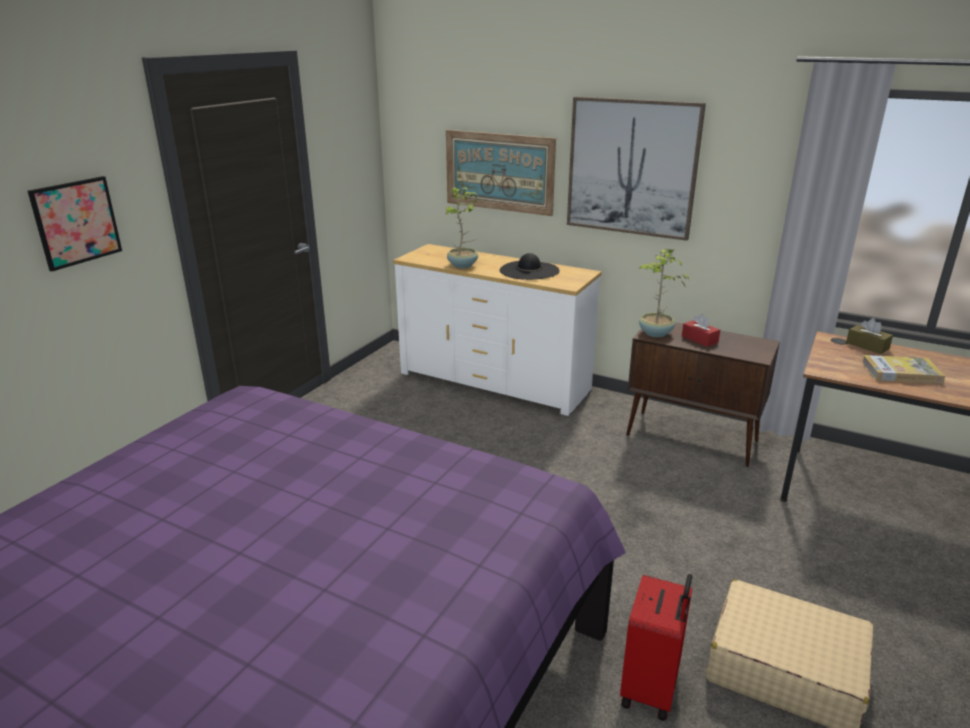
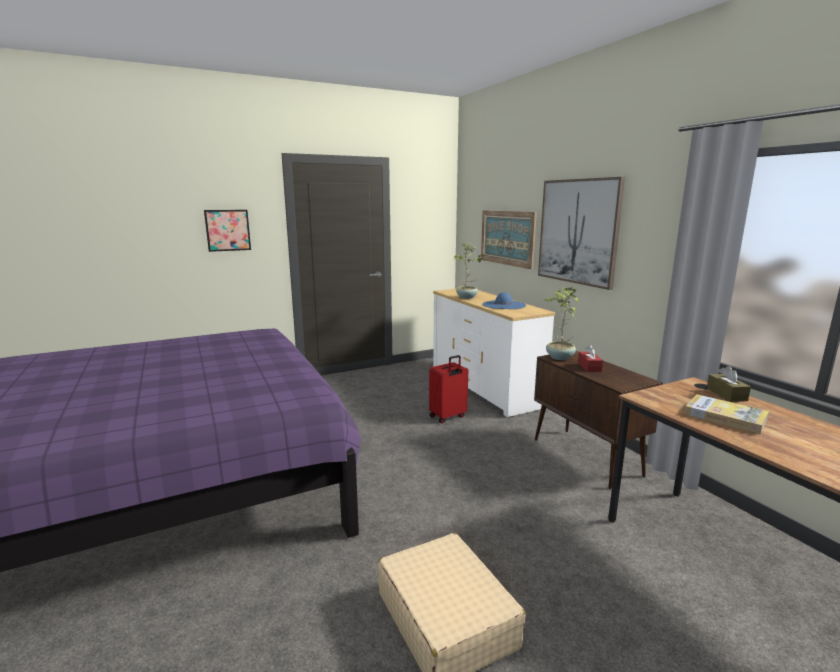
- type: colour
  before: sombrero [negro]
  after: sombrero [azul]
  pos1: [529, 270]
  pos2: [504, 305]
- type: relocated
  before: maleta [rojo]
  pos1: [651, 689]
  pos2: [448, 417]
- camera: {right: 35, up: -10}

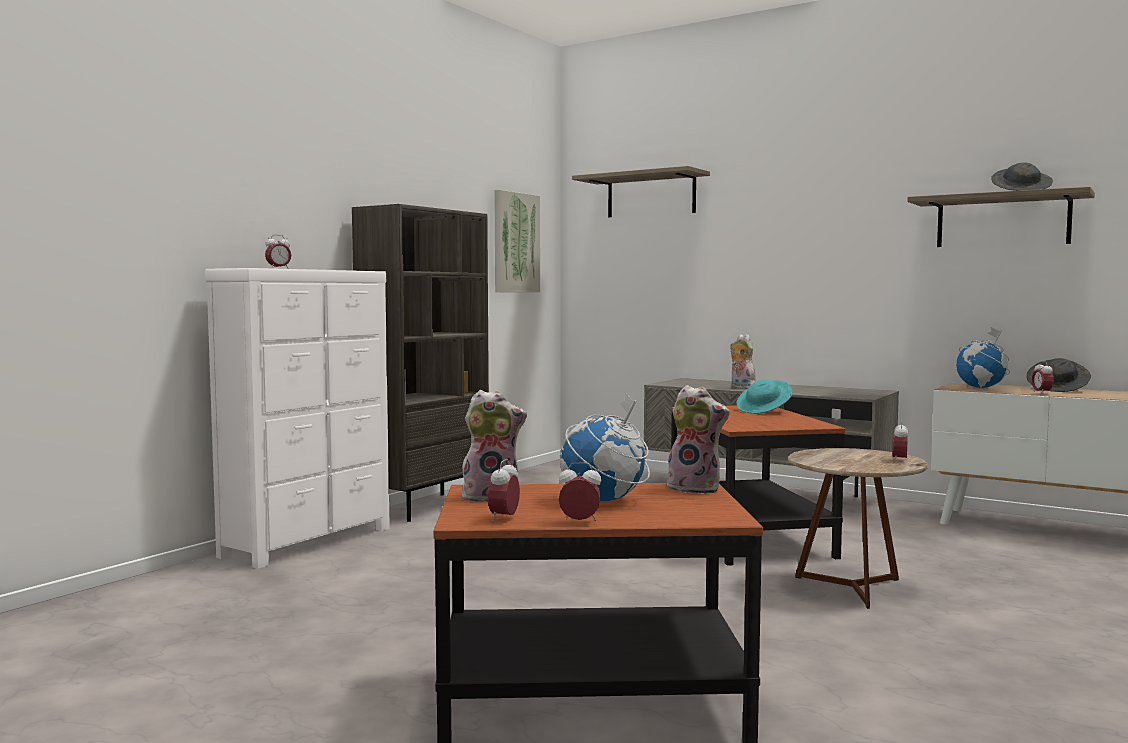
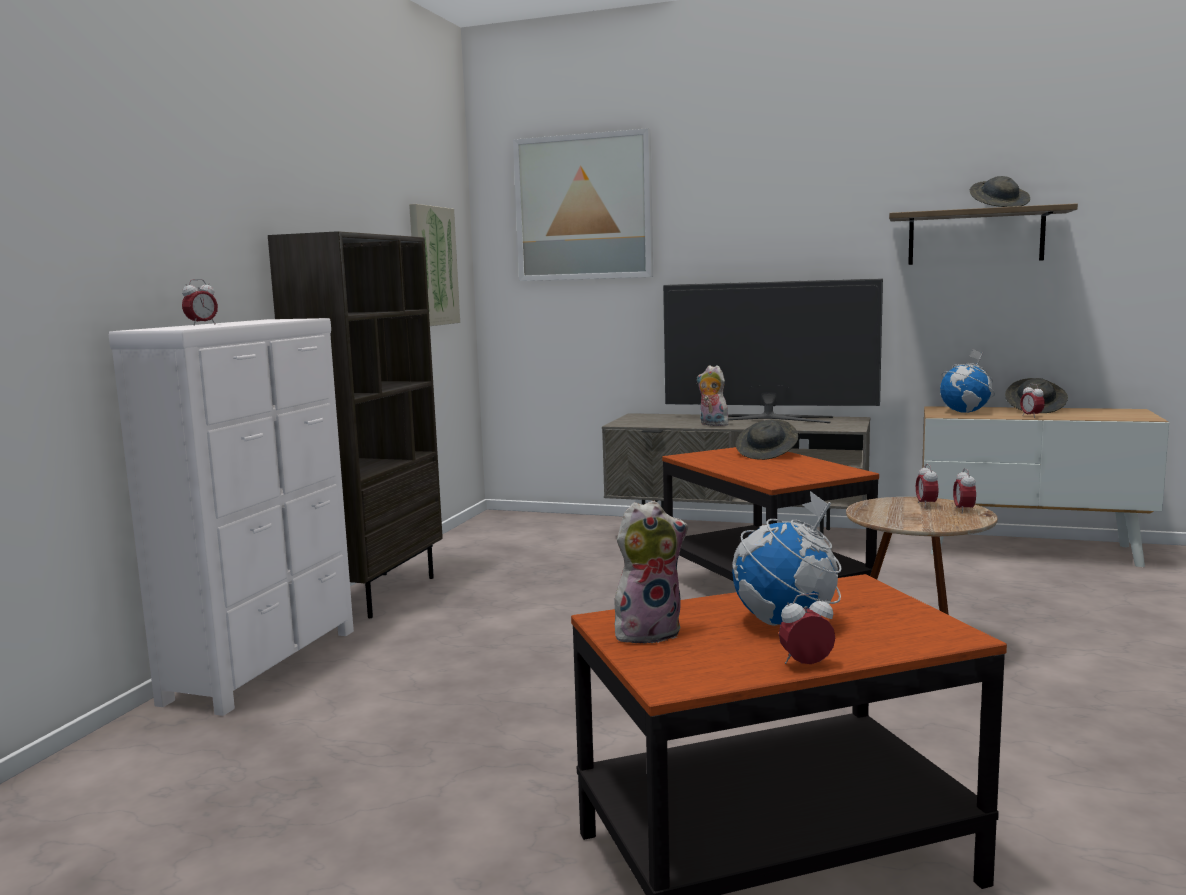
- type: relocated
  before: despertador
  pos1: [504, 518]
  pos2: [926, 505]
- type: exchanged
  before: estante
  after: cuadro
  pos1: [651, 195]
  pos2: [583, 207]
- type: missing
  before: peluche
  pos1: [696, 488]
- type: colour
  before: sombrero [turquesa]
  after: sombrero [gris]
  pos1: [764, 411]
  pos2: [767, 454]
- type: appeared
  after: televisor
  pos2: [769, 419]
- camera: {right: -15, up: 5}

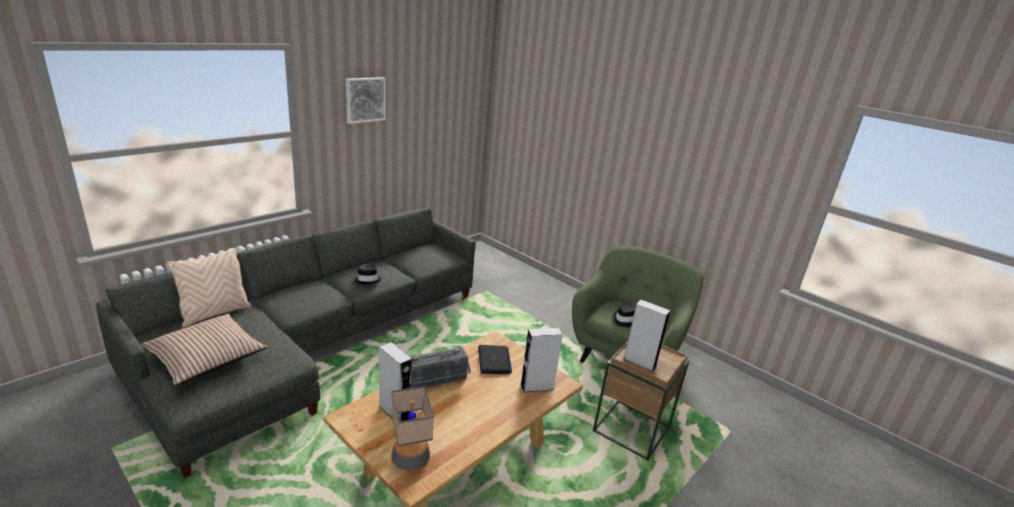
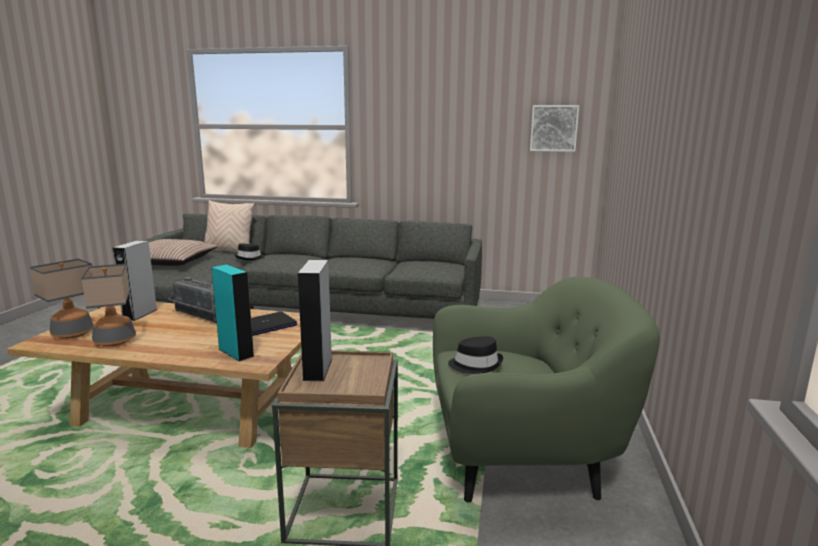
- type: relocated
  before: cuadro
  pos1: [364, 99]
  pos2: [553, 128]
- type: relocated
  before: sombrero [negro]
  pos1: [367, 279]
  pos2: [250, 258]
- type: colour
  before: altavoz [gris]
  after: altavoz [turquesa]
  pos1: [537, 387]
  pos2: [236, 352]
- type: appeared
  after: lámpara de mesa
  pos2: [115, 341]
- camera: {right: 60, up: -10}

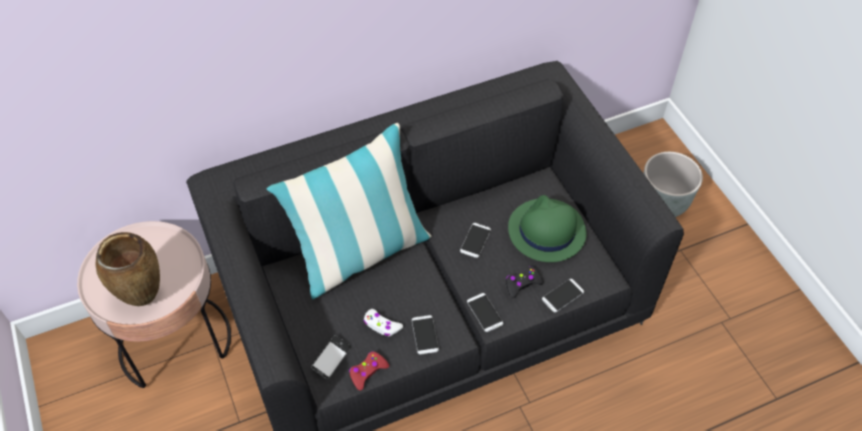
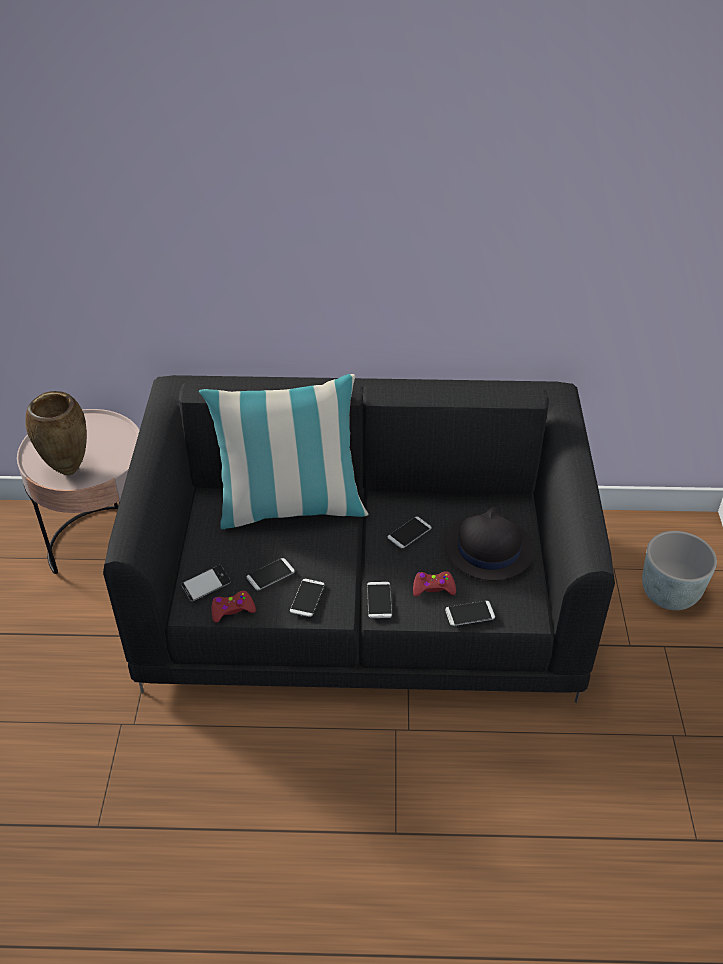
- type: exchanged
  before: mando de consola [blanco]
  after: móvil
  pos1: [382, 326]
  pos2: [270, 574]
- type: colour
  before: mando de consola [negro]
  after: mando de consola [rojo]
  pos1: [522, 284]
  pos2: [433, 588]
- type: colour
  before: sombrero [verde]
  after: sombrero [negro]
  pos1: [546, 231]
  pos2: [487, 548]
- camera: {right: 25, up: -10}

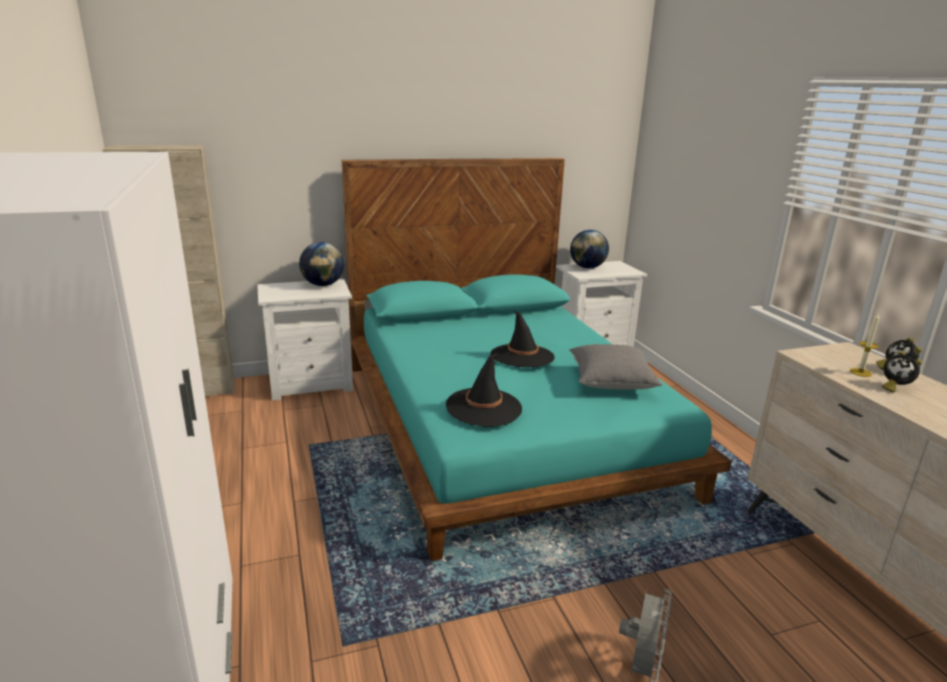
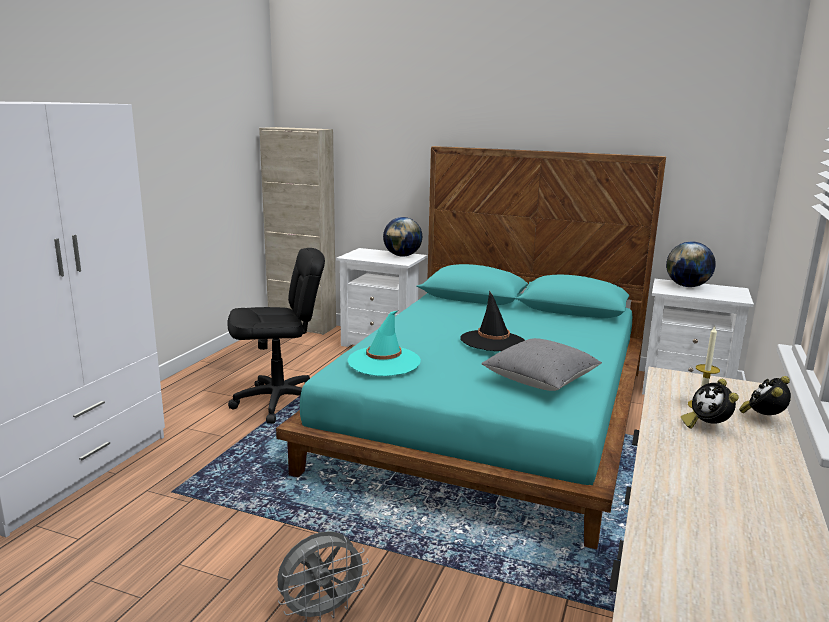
- type: colour
  before: sombrero [negro]
  after: sombrero [turquesa]
  pos1: [484, 407]
  pos2: [384, 361]
- type: appeared
  after: silla de oficina [negro]
  pos2: [279, 402]
- camera: {right: 40, up: -5}

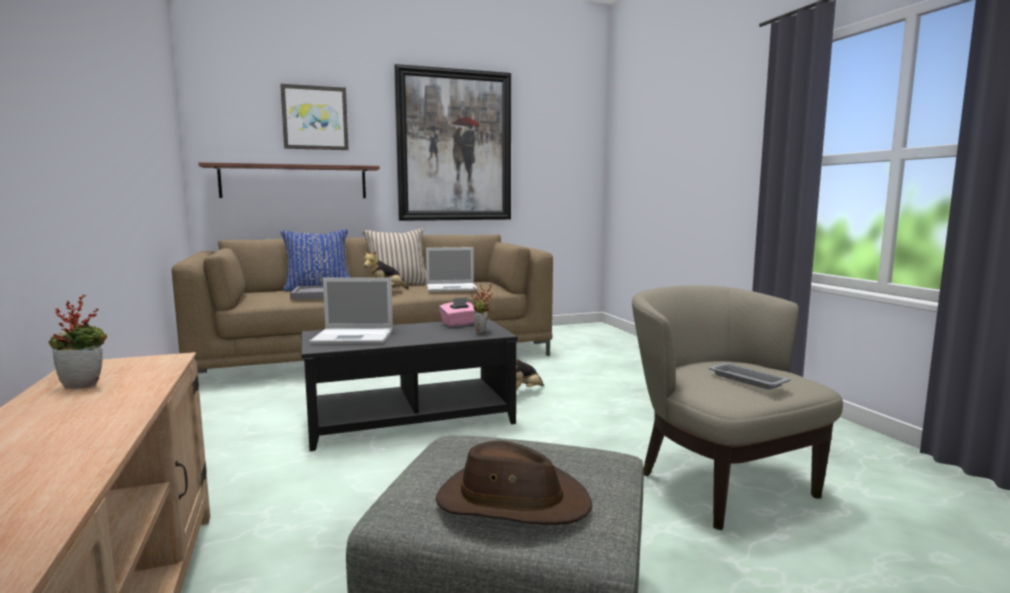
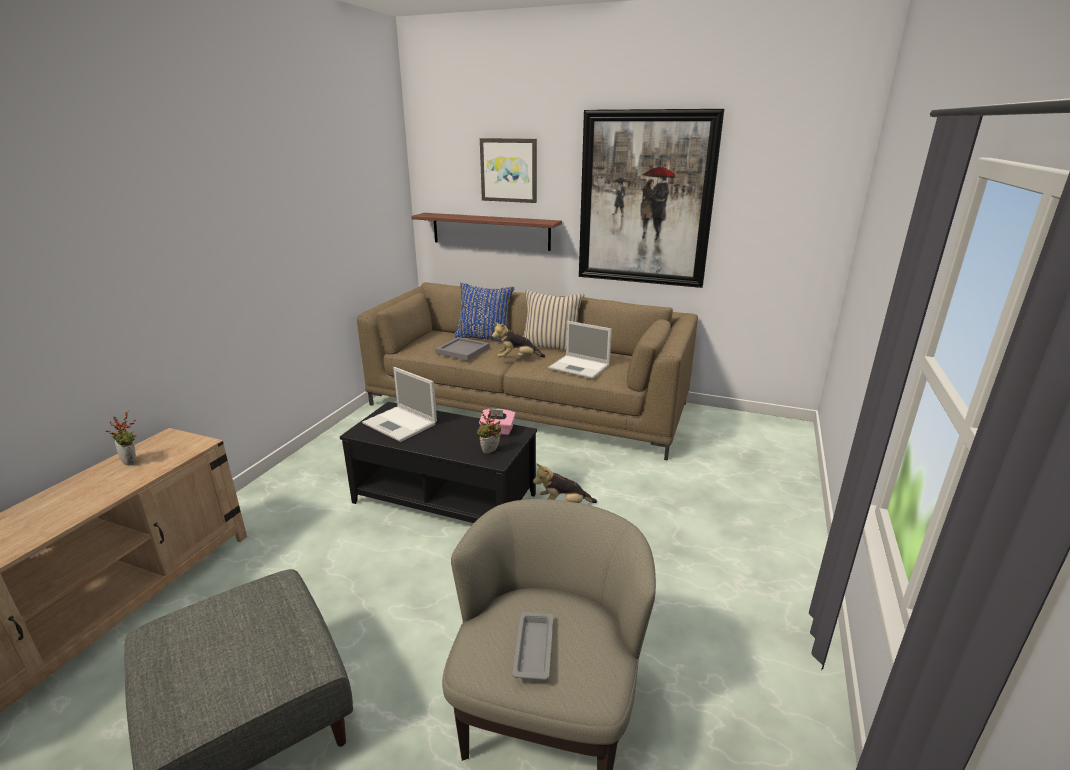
- type: missing
  before: sombrero [marrón]
  pos1: [511, 501]
- camera: {right: 40, up: 15}

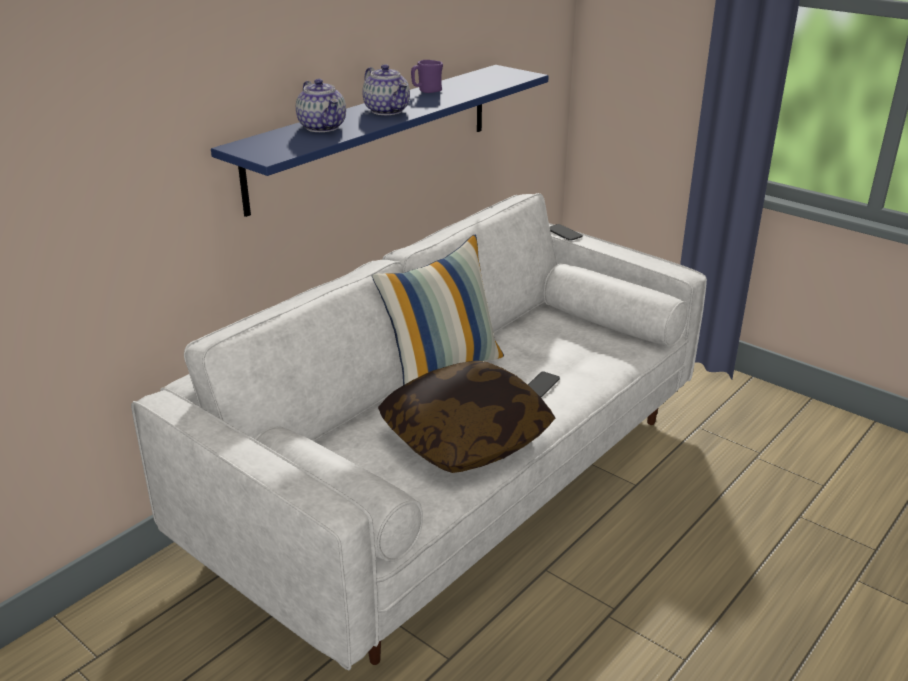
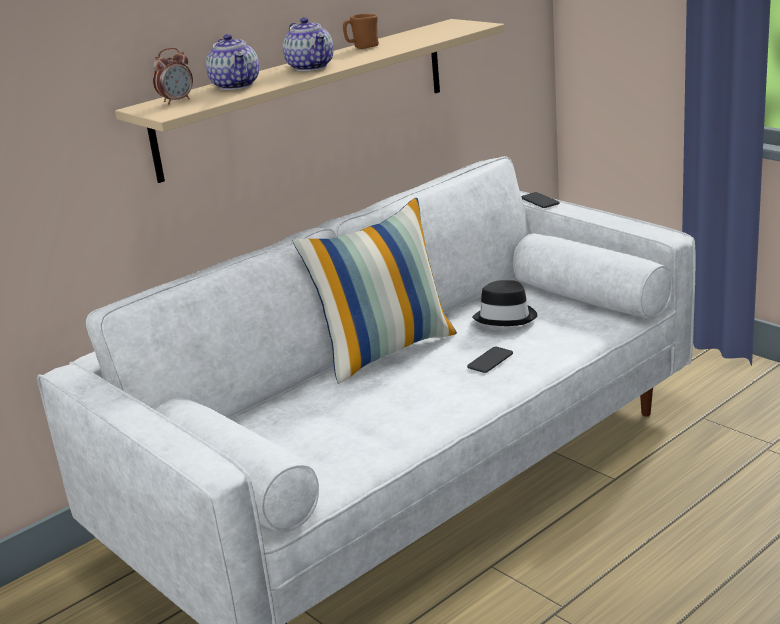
- type: colour
  before: estante [azul]
  after: estante [beis]
  pos1: [374, 134]
  pos2: [306, 96]
- type: missing
  before: cojín
  pos1: [466, 437]
- type: colour
  before: taza grande [morado]
  after: taza grande [marrón]
  pos1: [427, 91]
  pos2: [362, 47]
- type: appeared
  after: despertador
  pos2: [177, 101]
- type: appeared
  after: sombrero [negro]
  pos2: [506, 317]
- camera: {right: 10, up: -5}

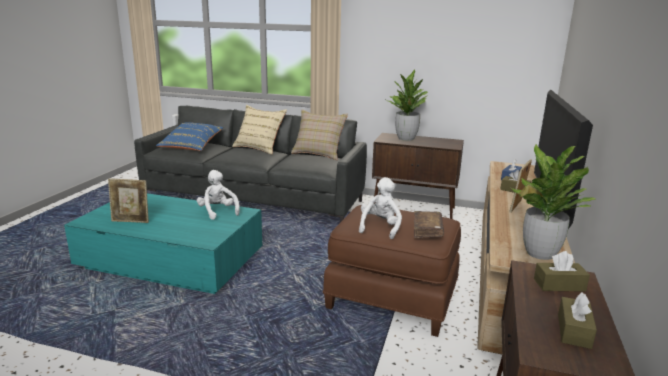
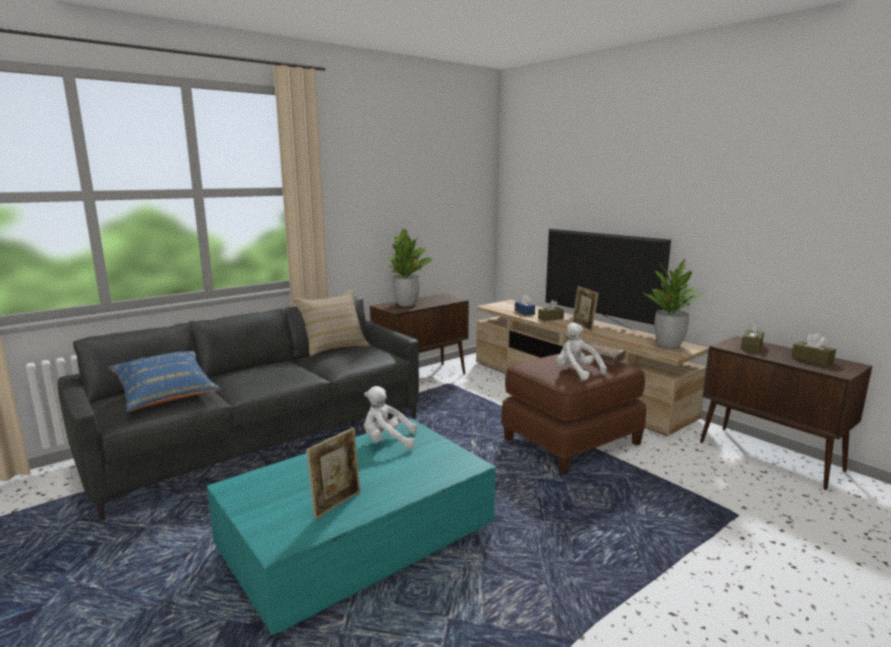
- type: missing
  before: cojín [beis]
  pos1: [259, 148]
- camera: {right: -55, up: -5}

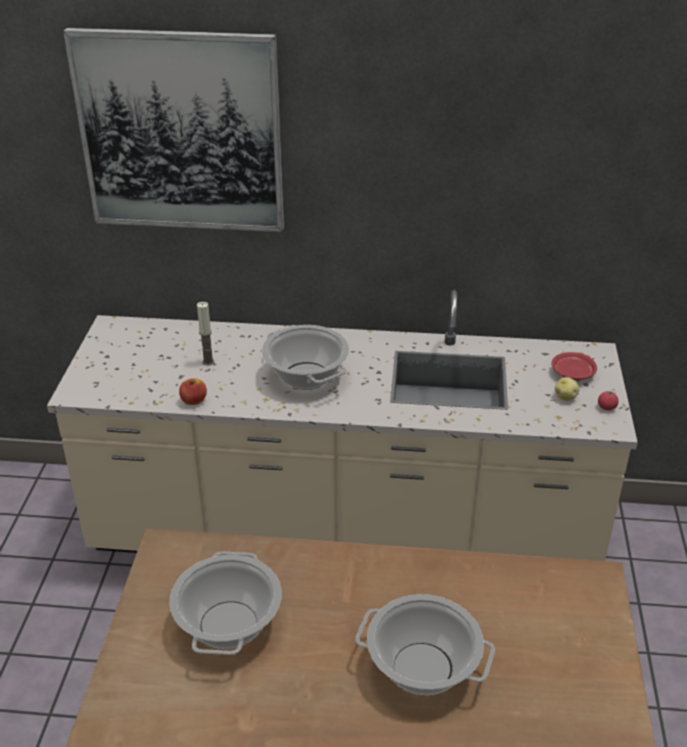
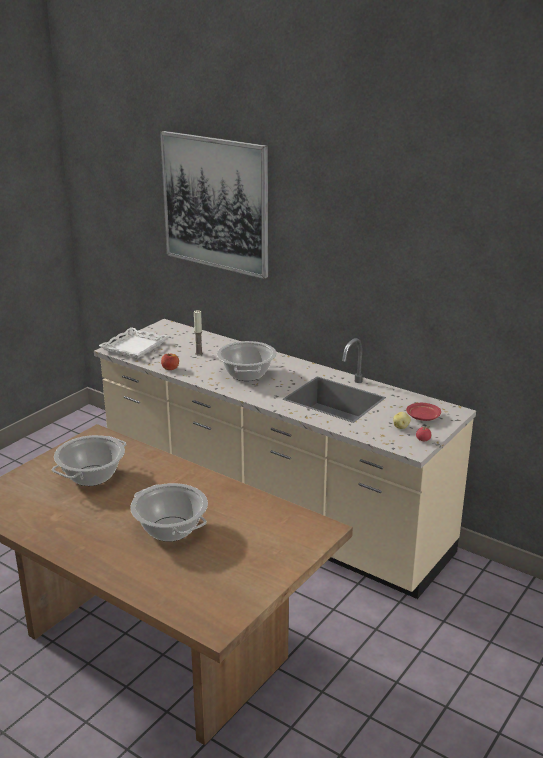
- type: appeared
  after: bandeja [blanco]
  pos2: [135, 347]
- camera: {right: 30, up: -10}

